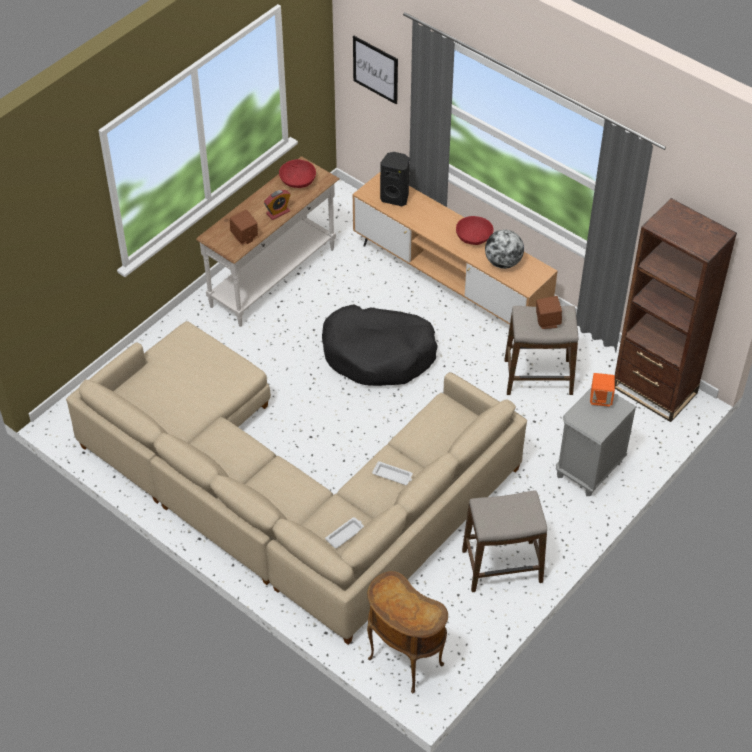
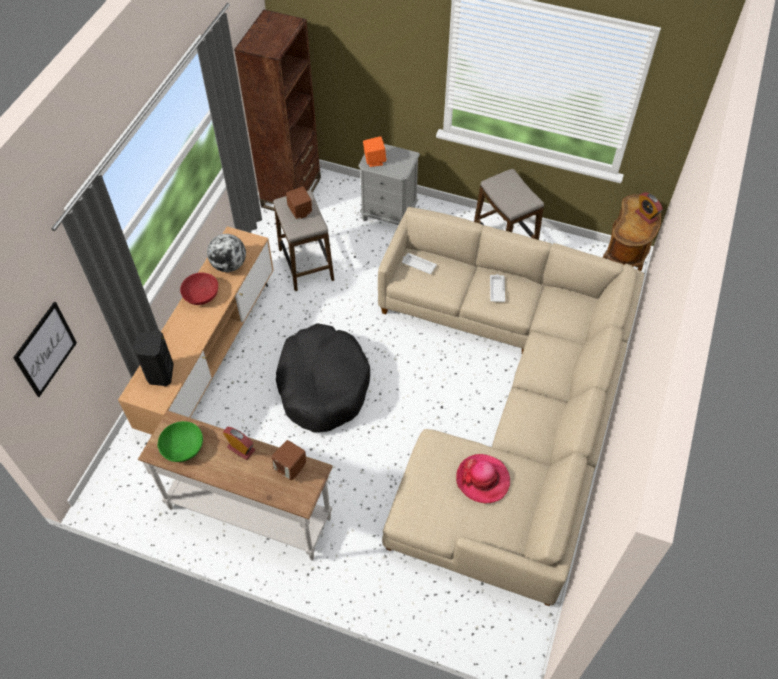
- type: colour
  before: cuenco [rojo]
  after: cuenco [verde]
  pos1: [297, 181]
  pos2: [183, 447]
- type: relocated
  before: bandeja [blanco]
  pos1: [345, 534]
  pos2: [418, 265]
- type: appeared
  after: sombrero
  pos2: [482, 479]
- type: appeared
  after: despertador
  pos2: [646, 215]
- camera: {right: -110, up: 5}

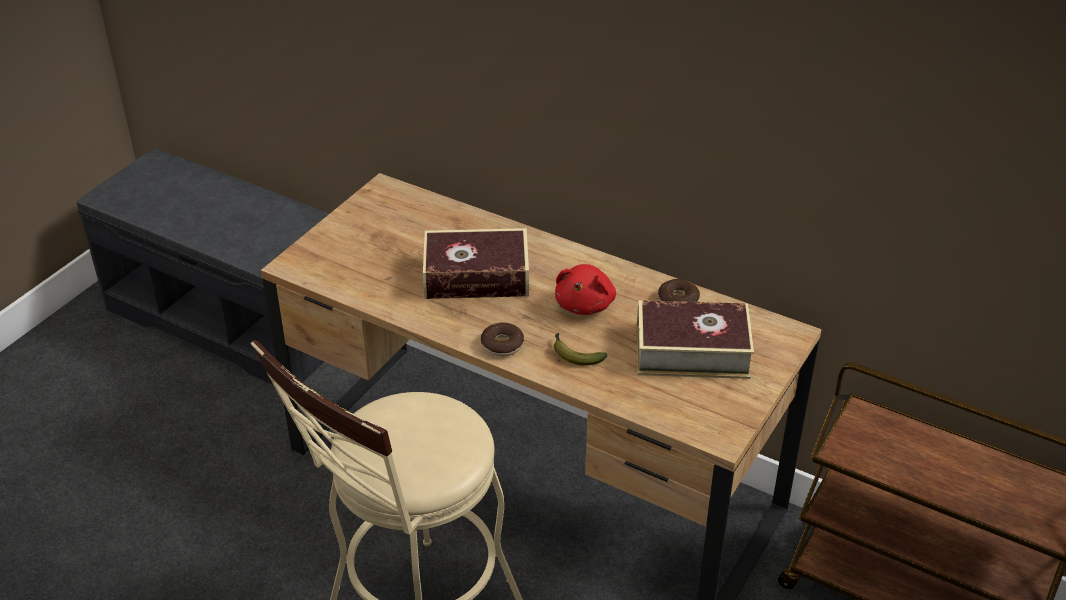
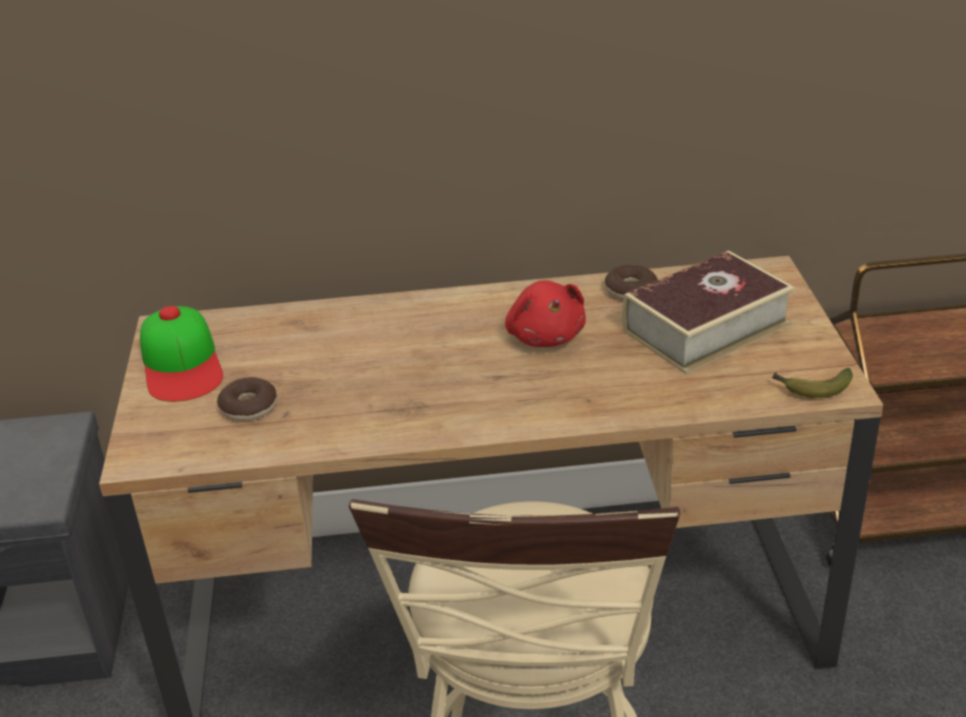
- type: missing
  before: libro
  pos1: [476, 276]
- type: relocated
  before: rosquilla
  pos1: [502, 345]
  pos2: [249, 407]
- type: relocated
  before: plátano
  pos1: [574, 354]
  pos2: [811, 388]
- type: appeared
  after: gorra
  pos2: [182, 363]
- camera: {right: -35, up: -5}

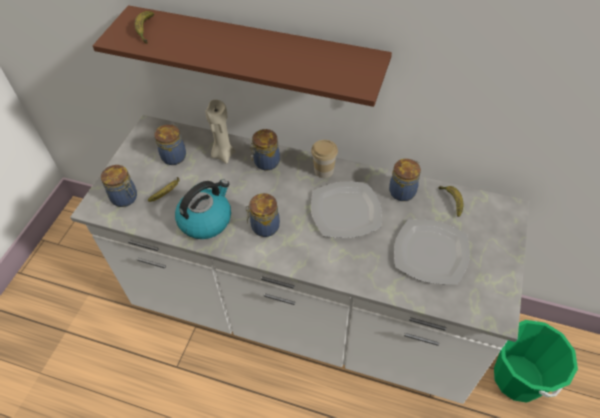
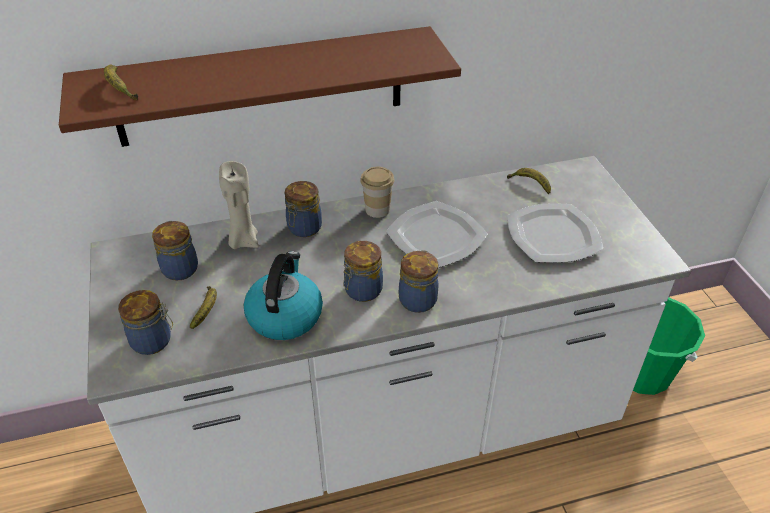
- type: relocated
  before: tarro
  pos1: [403, 191]
  pos2: [418, 299]
- camera: {right: -35, up: -10}

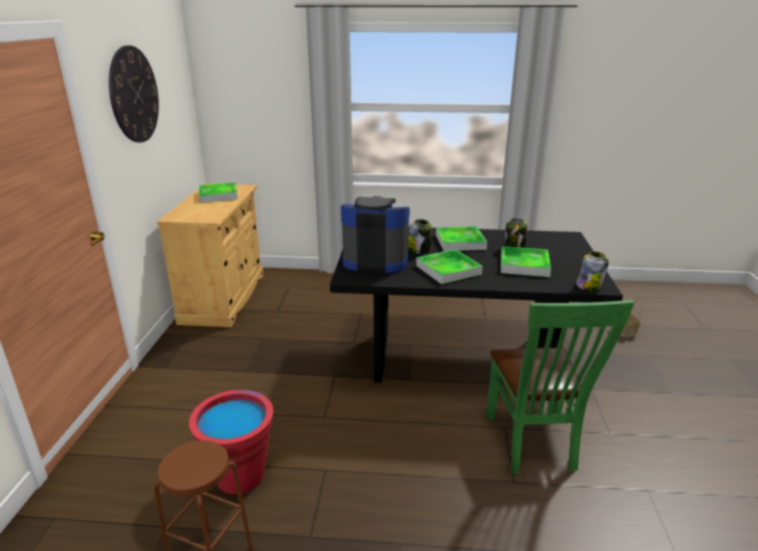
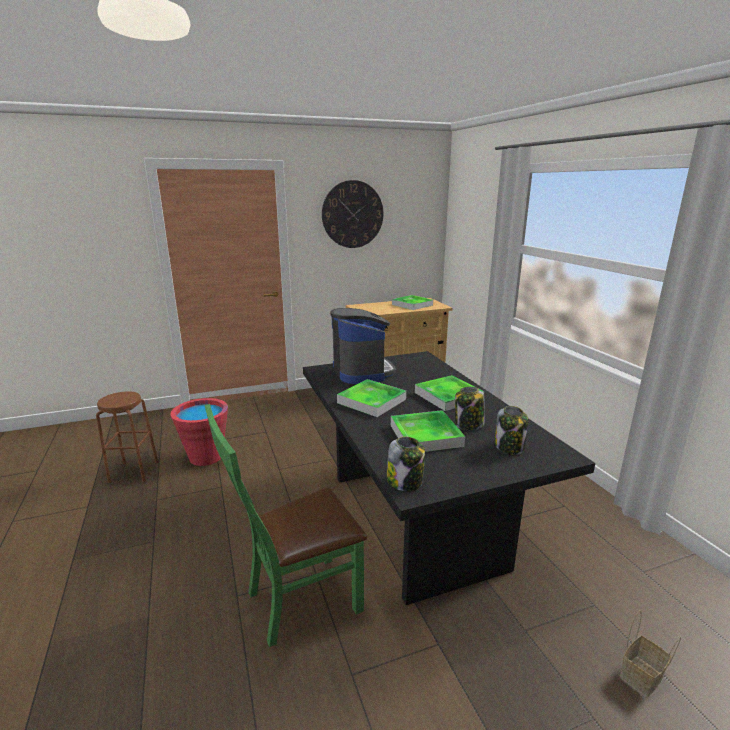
- type: relocated
  before: tarro
  pos1: [419, 249]
  pos2: [509, 447]
- camera: {right: 65, up: -5}

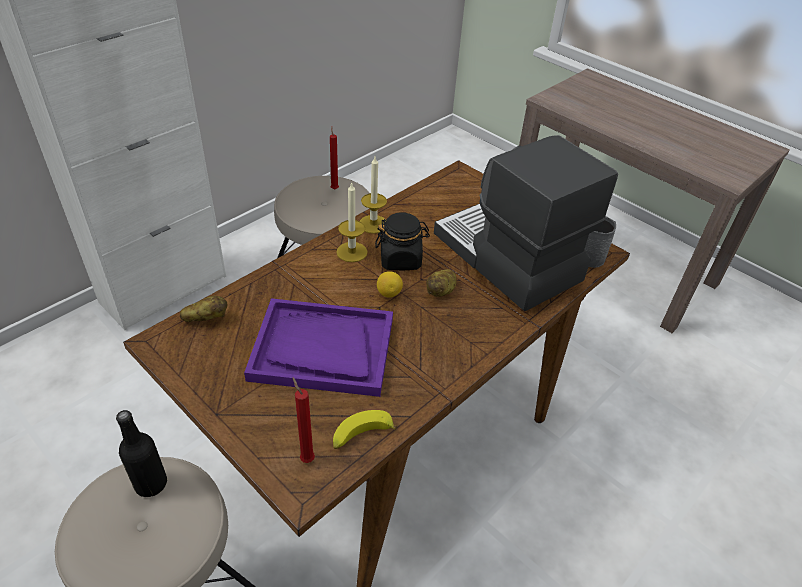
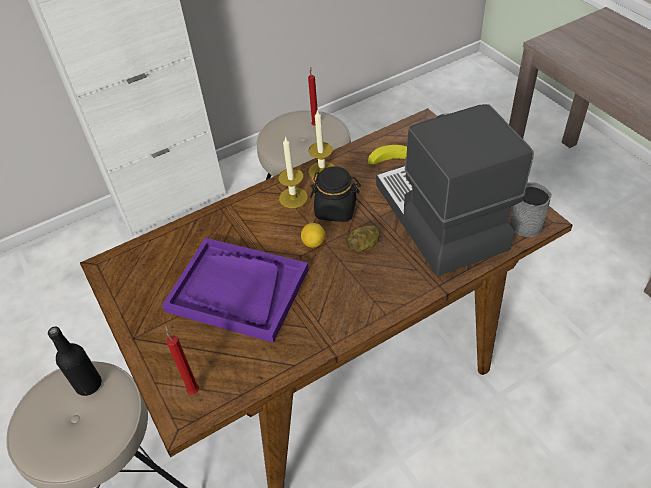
- type: missing
  before: patata
  pos1: [206, 318]
- type: relocated
  before: plátano
  pos1: [361, 436]
  pos2: [388, 161]
- camera: {right: 20, up: 5}

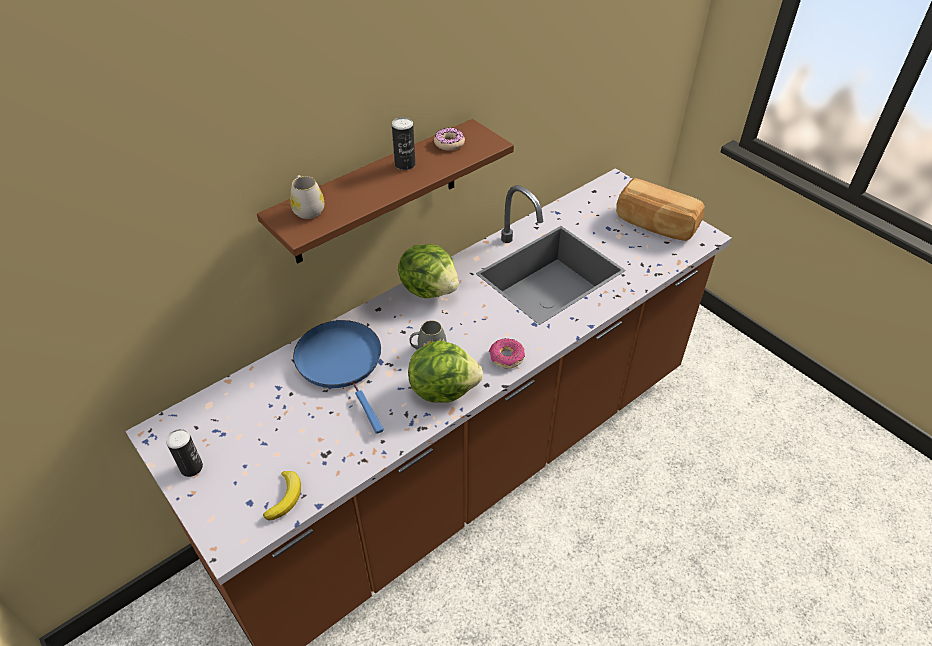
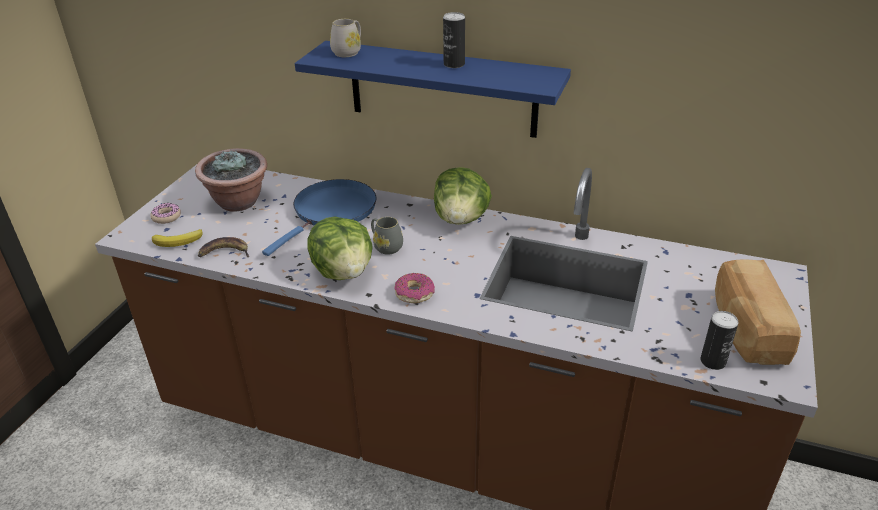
- type: relocated
  before: lata
  pos1: [191, 467]
  pos2: [713, 361]
- type: colour
  before: estante [marrón]
  after: estante [azul]
  pos1: [376, 193]
  pos2: [442, 89]
- type: relocated
  before: rosquilla
  pos1: [449, 143]
  pos2: [166, 217]
- type: appeared
  after: planta en maceta
  pos2: [239, 202]
- type: appeared
  after: plátano
  pos2: [224, 252]
- camera: {right: 60, up: -10}

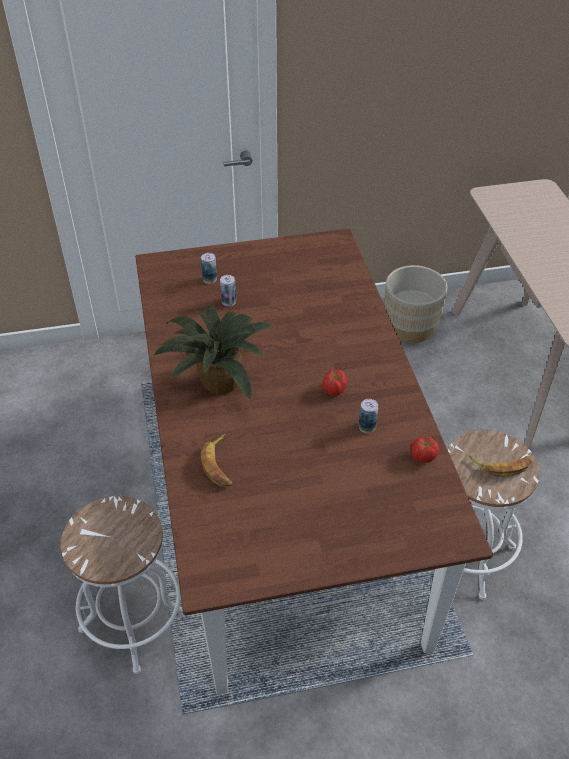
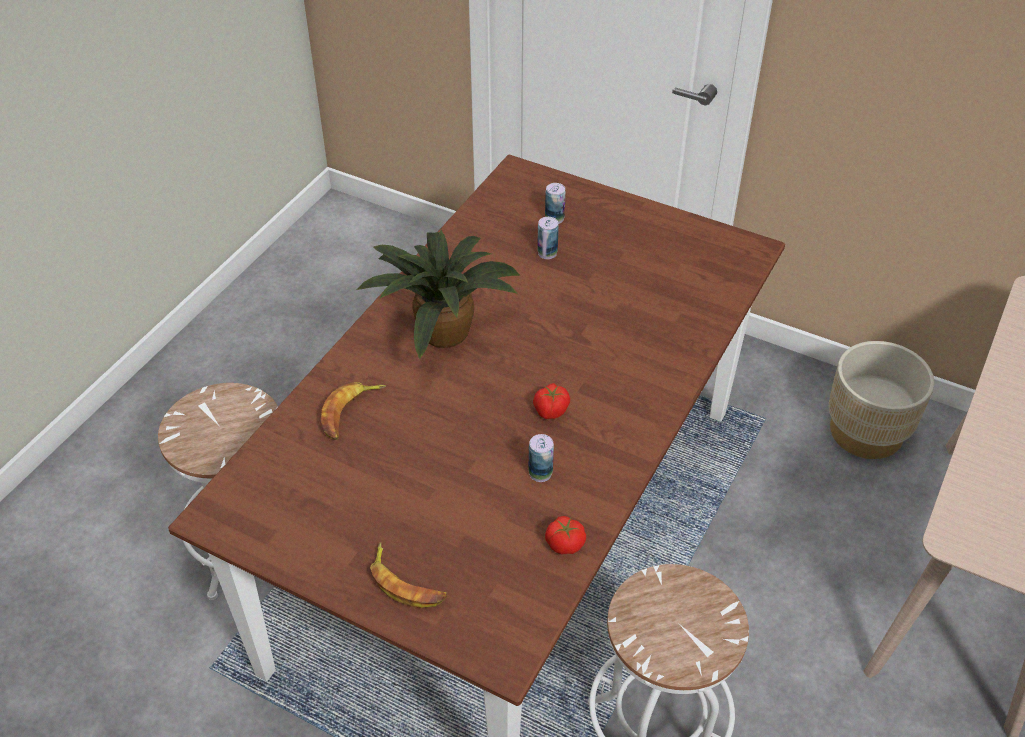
- type: relocated
  before: plátano
  pos1: [501, 465]
  pos2: [406, 583]
- camera: {right: 40, up: 0}

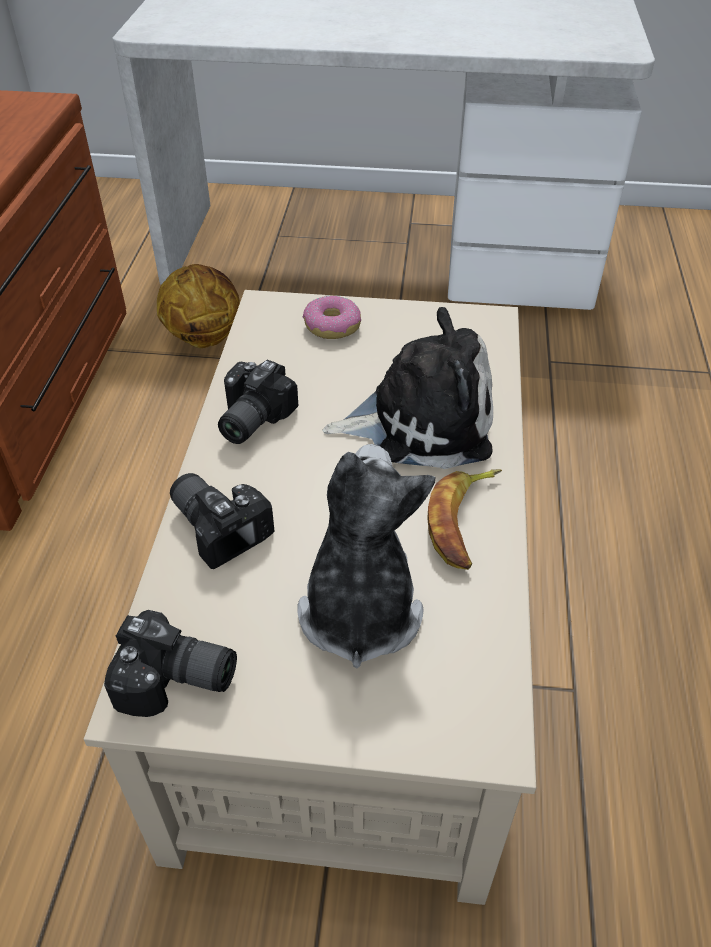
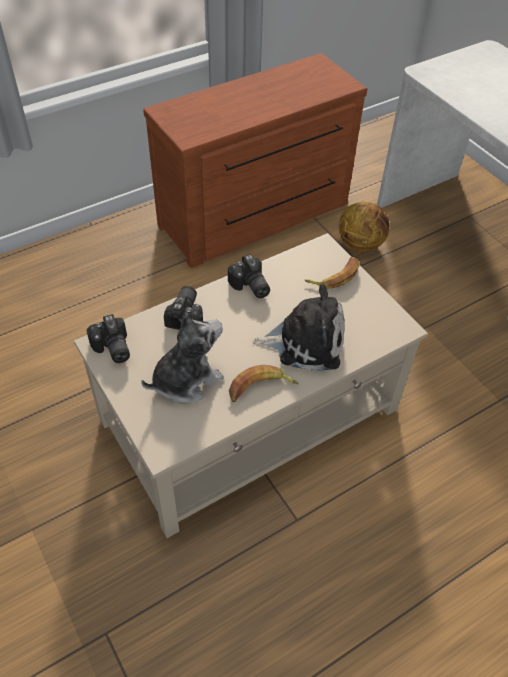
- type: spun
  before: cámara
  pos1: [249, 419]
  pos2: [249, 287]
  turn: -105
- type: exchanged
  before: rosquilla
  after: plátano
  pos1: [332, 326]
  pos2: [335, 276]
- type: spun
  before: peluche
  pos1: [421, 421]
  pos2: [305, 341]
  turn: -45
- camera: {right: 50, up: 5}

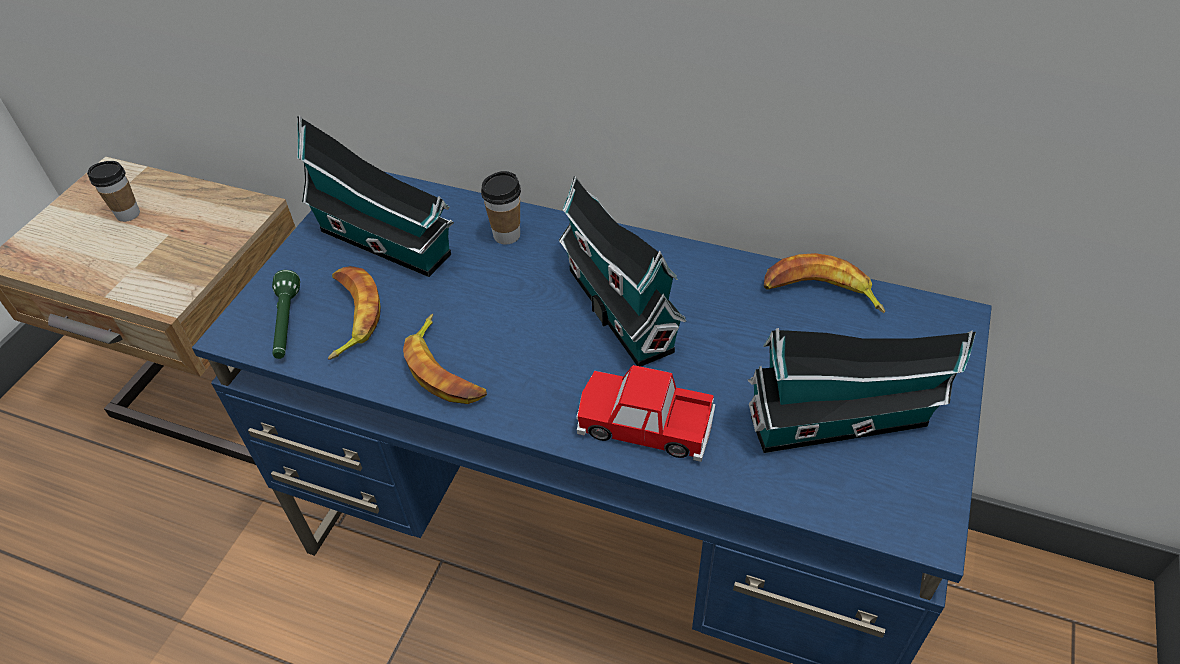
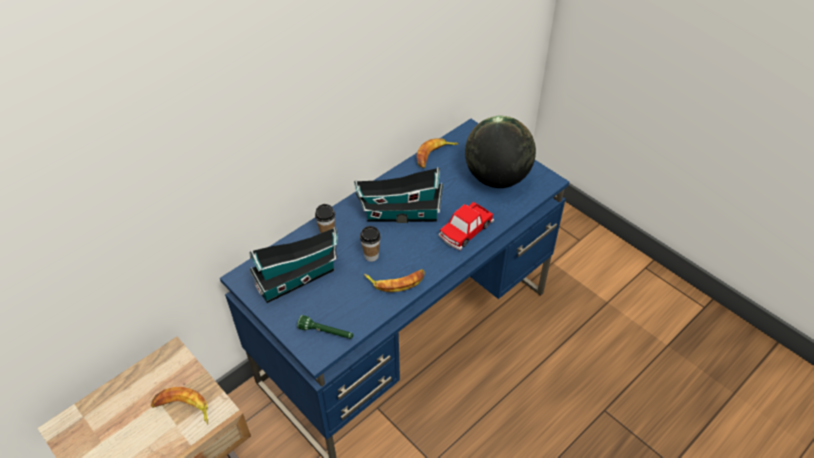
- type: relocated
  before: taza
  pos1: [128, 214]
  pos2: [371, 256]
- type: relocated
  before: plátano
  pos1: [351, 315]
  pos2: [182, 408]
- type: exchanged
  before: casita
  after: globo terráqueo
  pos1: [845, 420]
  pos2: [497, 178]
- camera: {right: -65, up: 0}

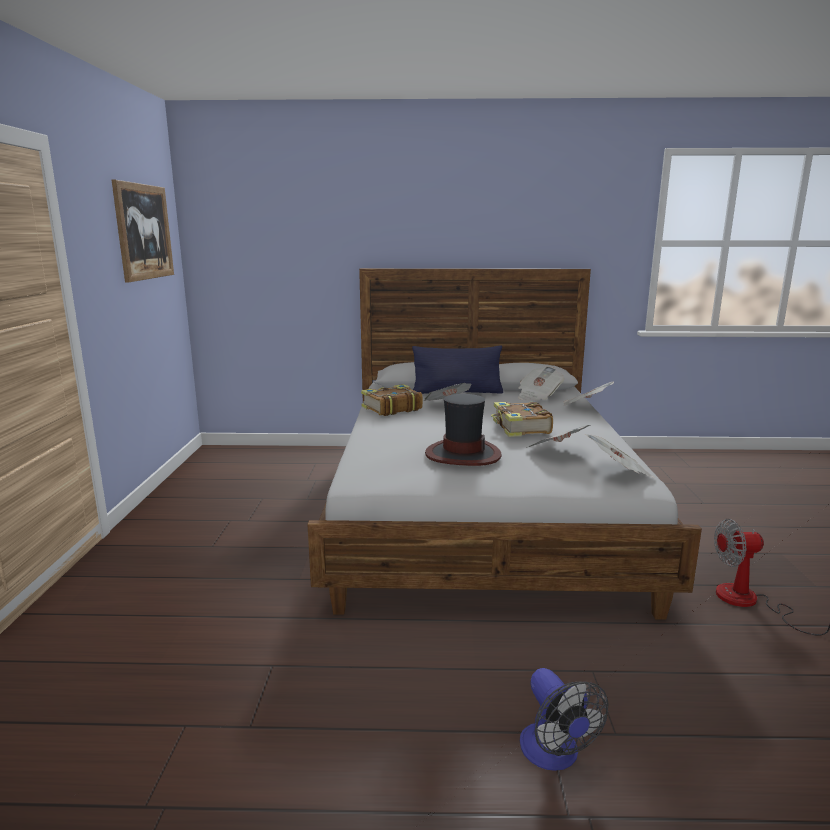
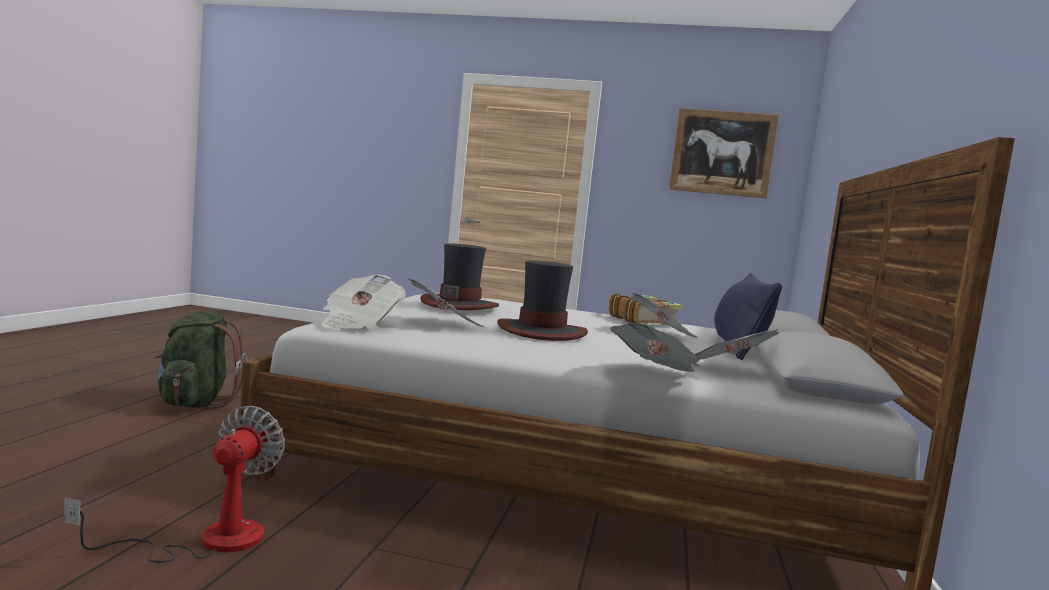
- type: exchanged
  before: libro
  after: sombrero
  pos1: [520, 428]
  pos2: [542, 331]
- type: exchanged
  before: ventilador
  after: mochila [verde]
  pos1: [554, 755]
  pos2: [195, 403]
- camera: {right: 100, up: -10}

